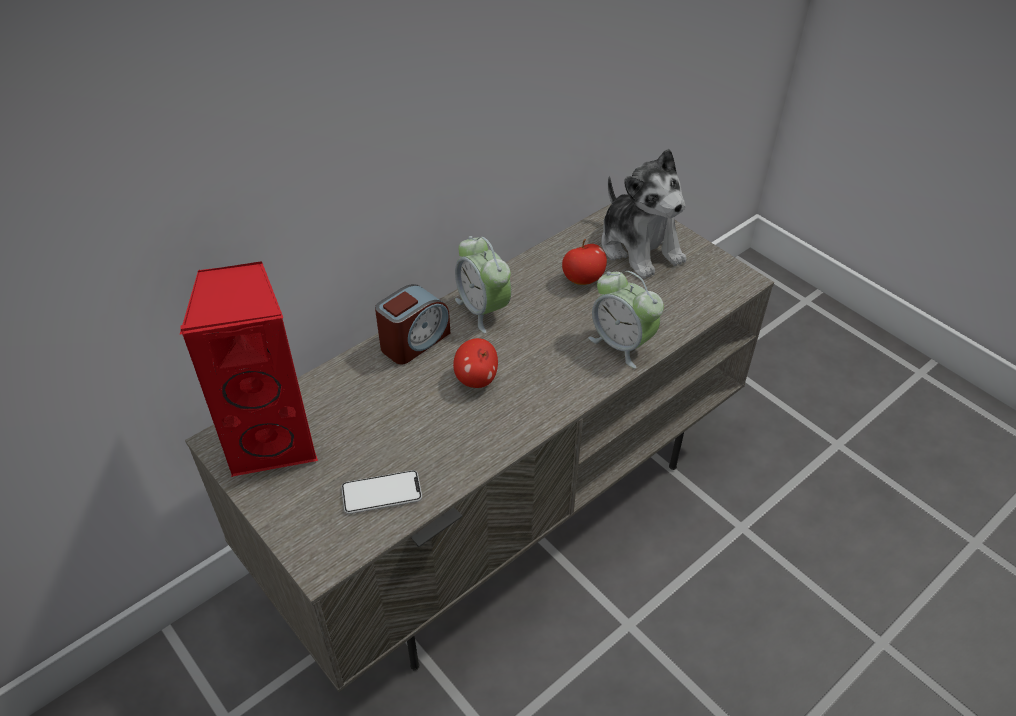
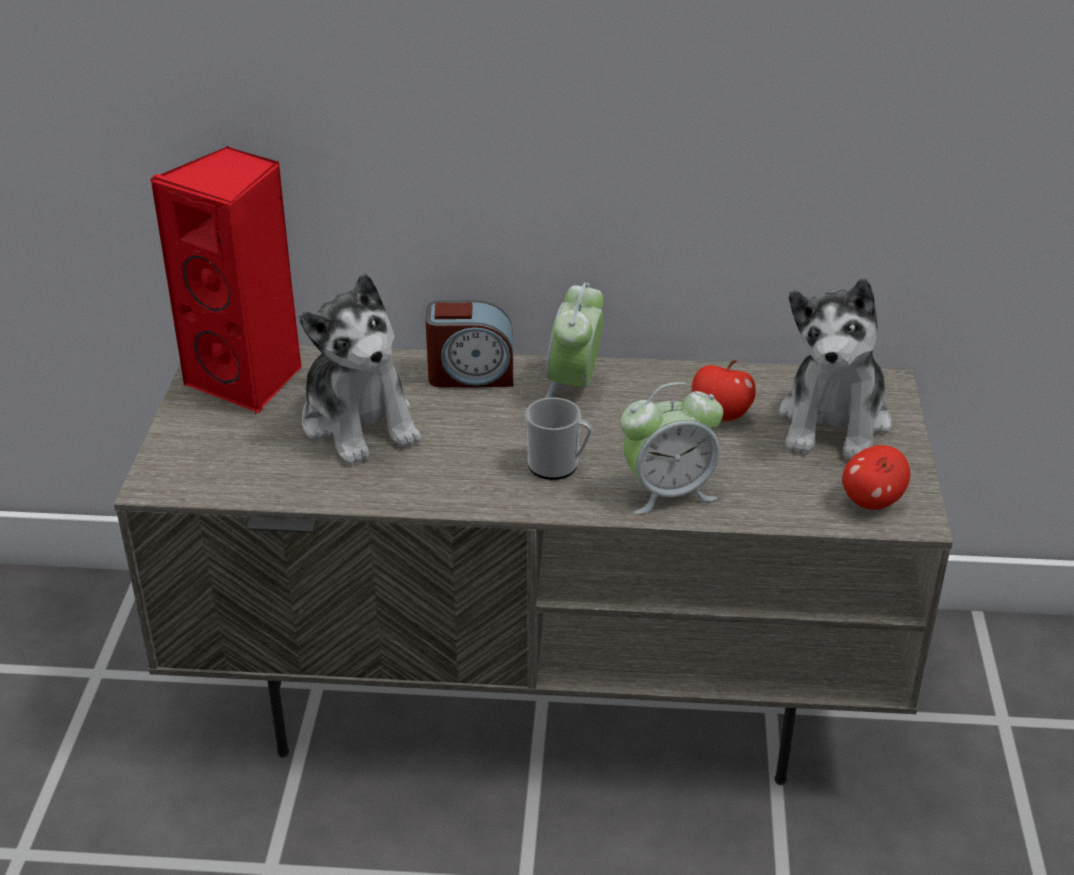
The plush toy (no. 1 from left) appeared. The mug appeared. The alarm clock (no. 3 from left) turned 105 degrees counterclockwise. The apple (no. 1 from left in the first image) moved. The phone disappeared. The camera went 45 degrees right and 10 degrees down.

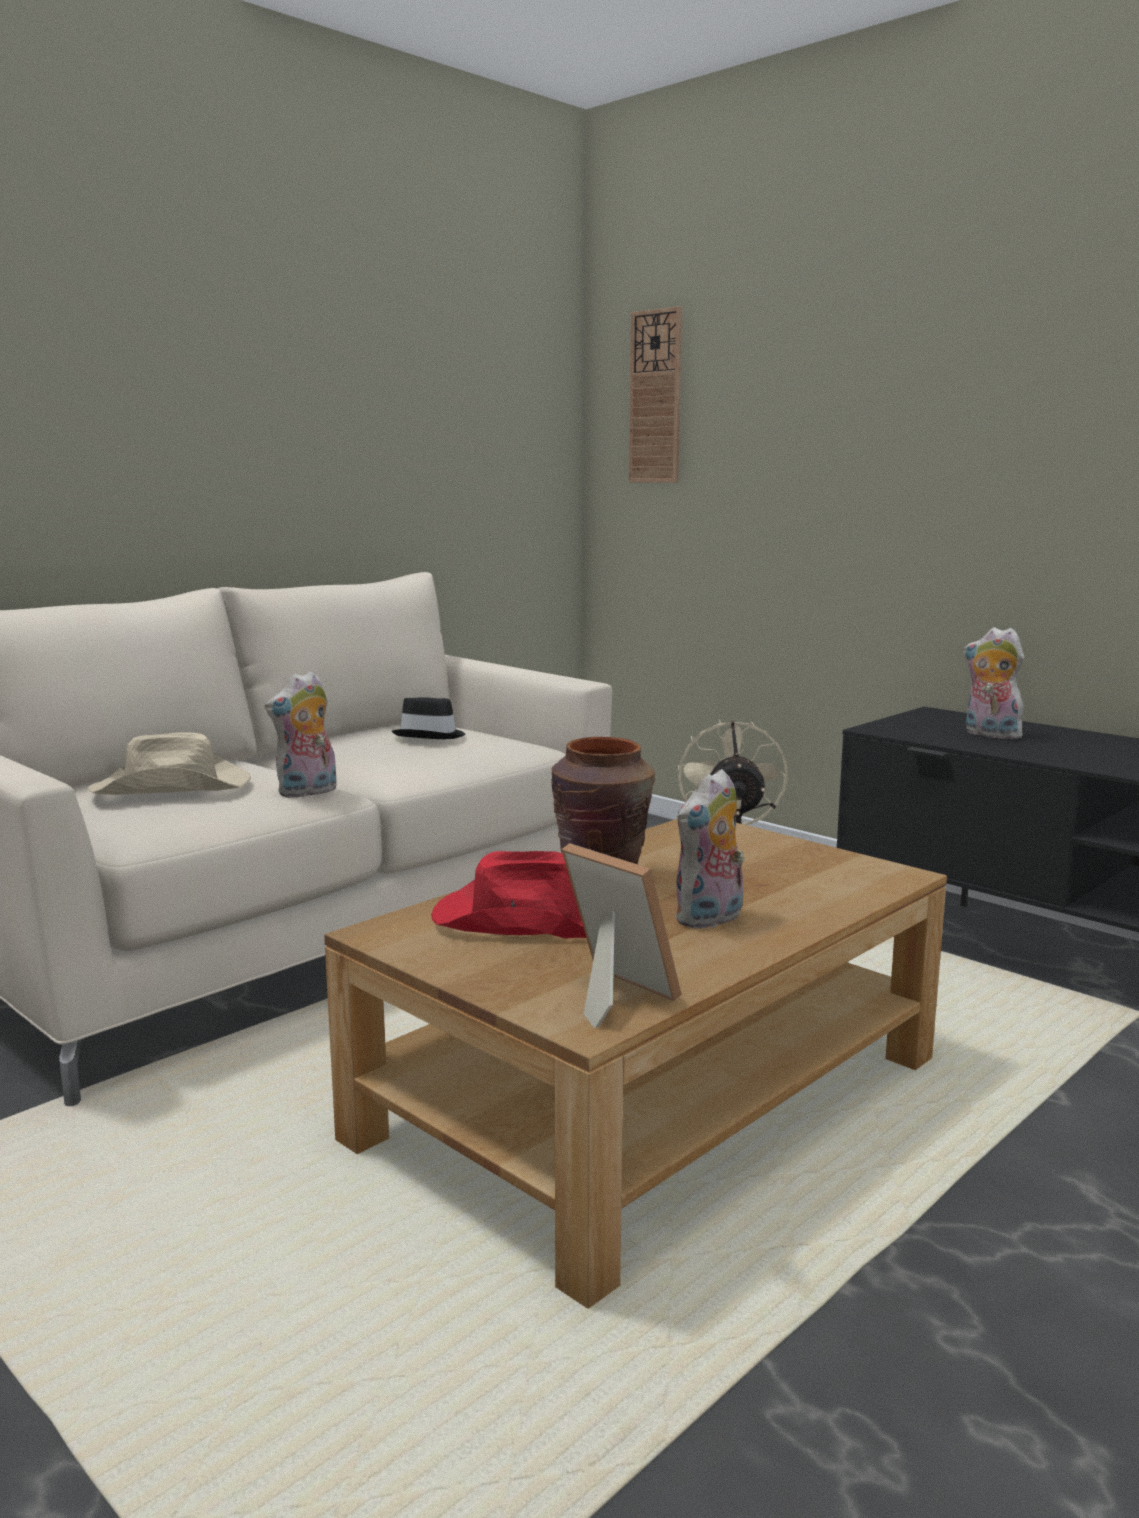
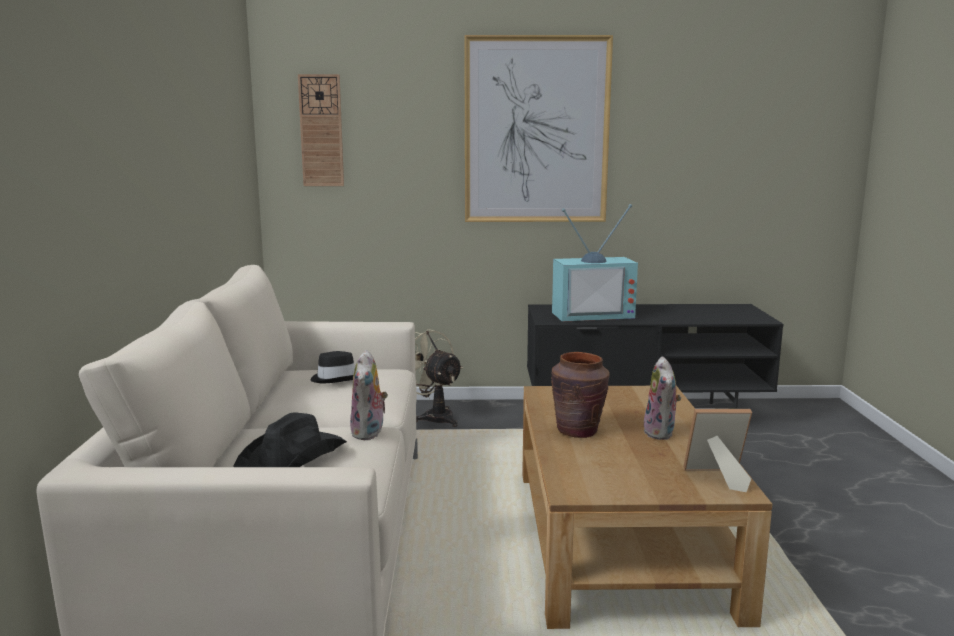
The hat (beige) became the hat (black) (no. 1 from left). The picture appeared. The plush toy (no. 3 from left) was replaced by the television. The hat (red) disappeared. The camera went 45 degrees left and 0 degrees up.

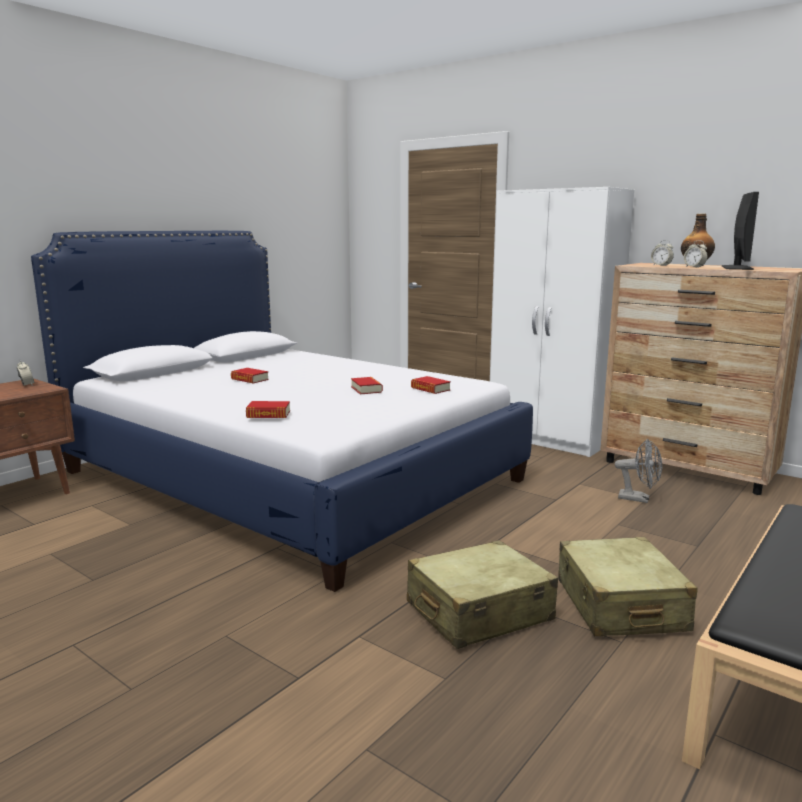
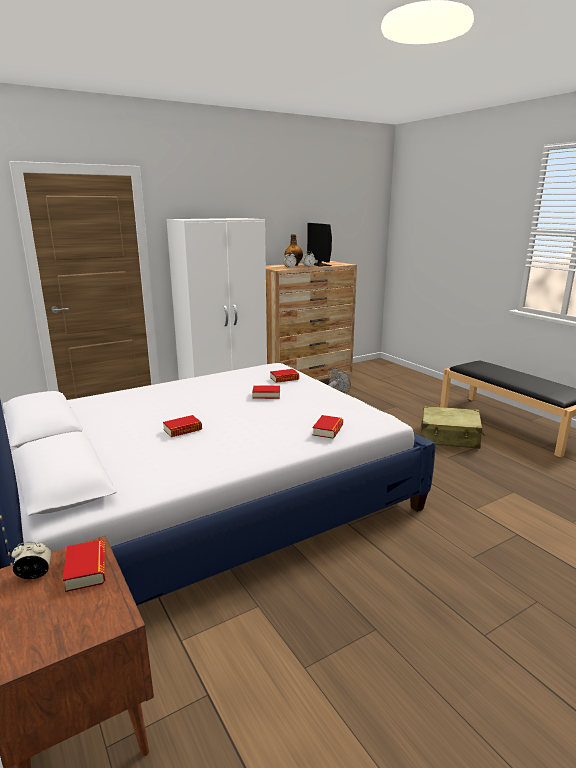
The book (no. 1 from left) appeared. The monitor turned 150 degrees counterclockwise. The suitcase (beige) (no. 1 from left) disappeared. The camera went 70 degrees left and 5 degrees up.

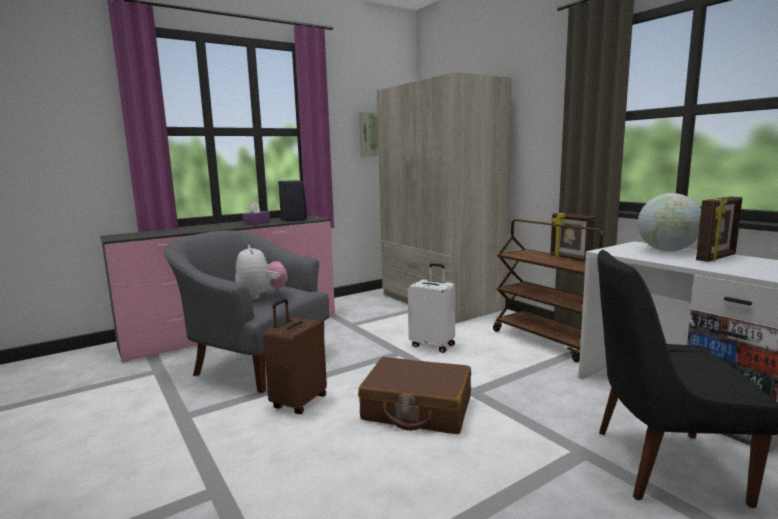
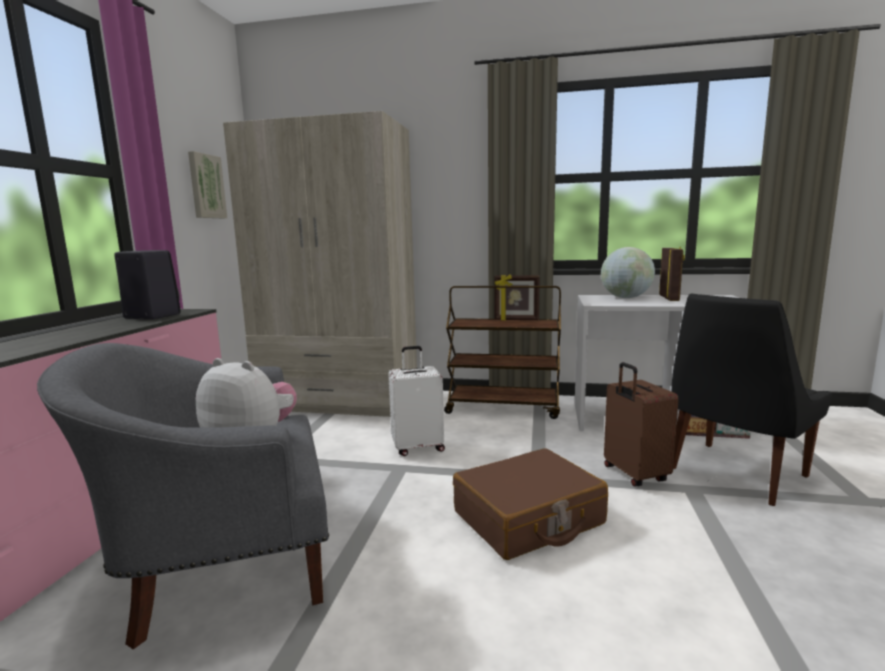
The suitcase (brown) (no. 1 from left in the first image) moved. The tissue box (purple) disappeared. The camera went 45 degrees left and 0 degrees up.

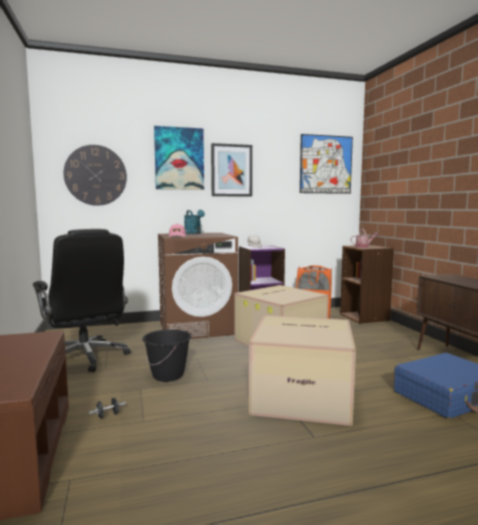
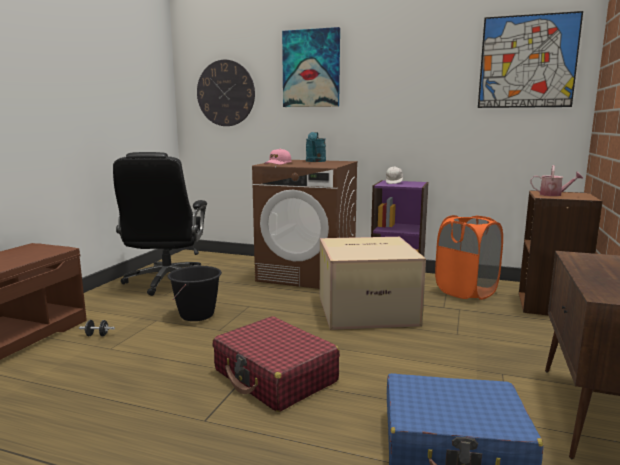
The cardboard box (no. 2 from left) was replaced by the suitcase (red). The picture (no. 2 from left) disappeared. The camera went 35 degrees right and 5 degrees up.

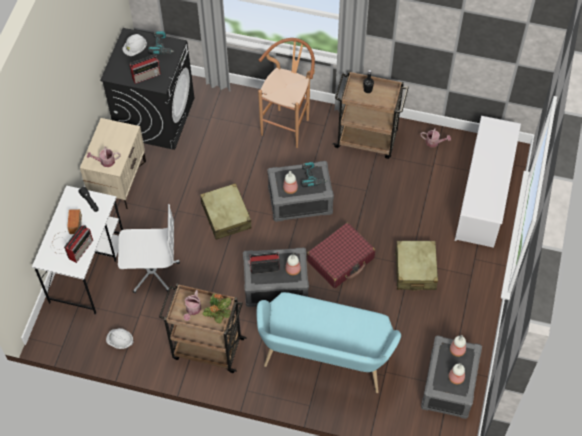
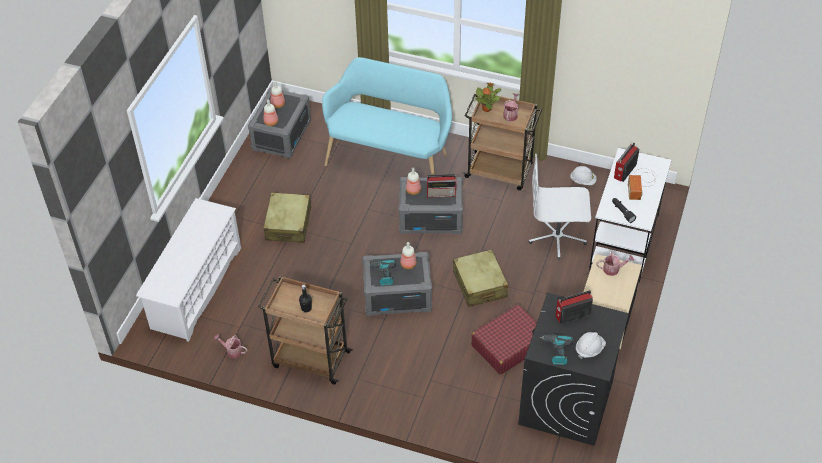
The suitcase (red) moved. The stool (brown) disappeared. The camera went 175 degrees left and 10 degrees down.

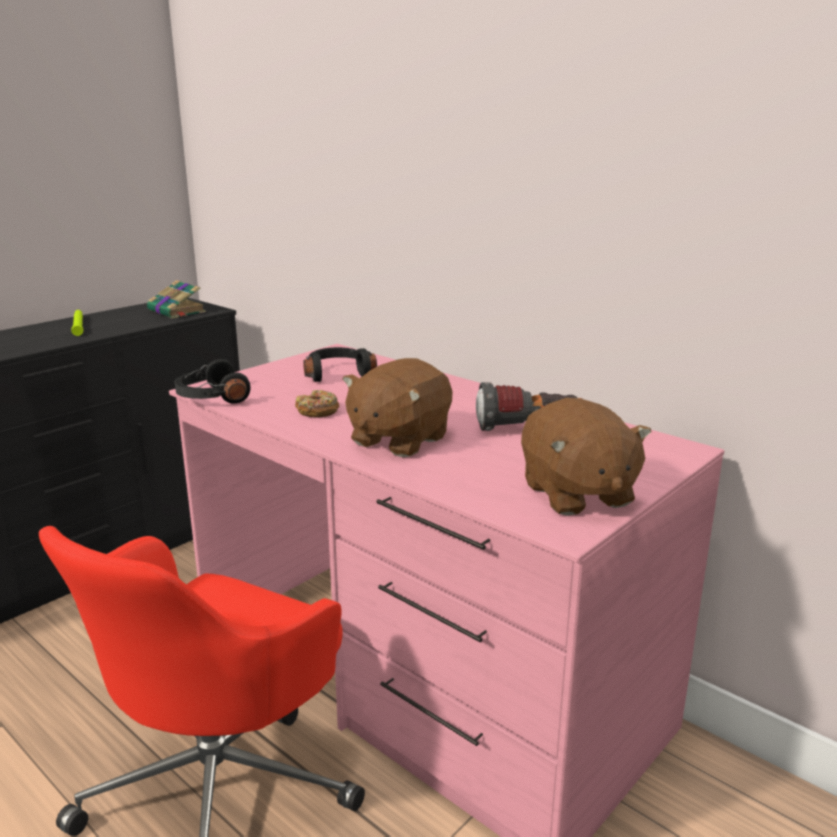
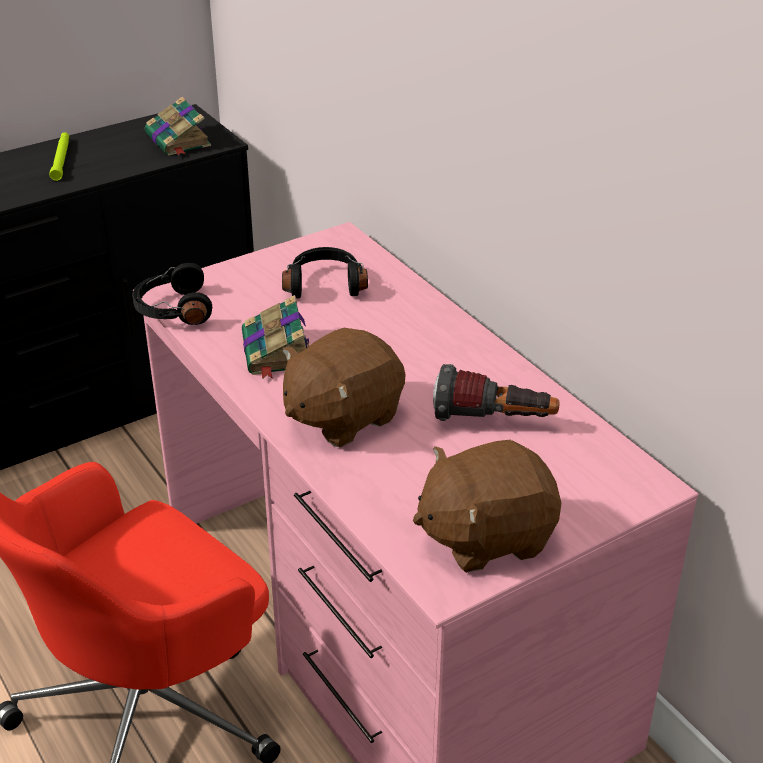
The donut was replaced by the book (no. 2 from left). The plush toy (brown) (no. 2 from left) turned 75 degrees clockwise. The camera went 15 degrees right and 15 degrees up.

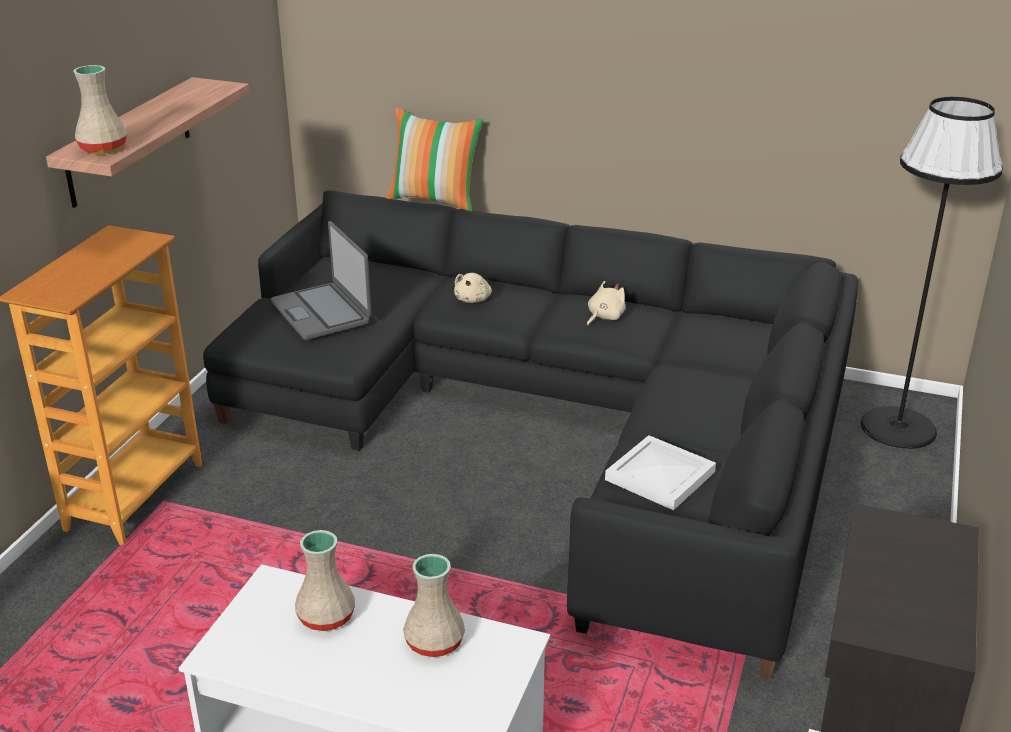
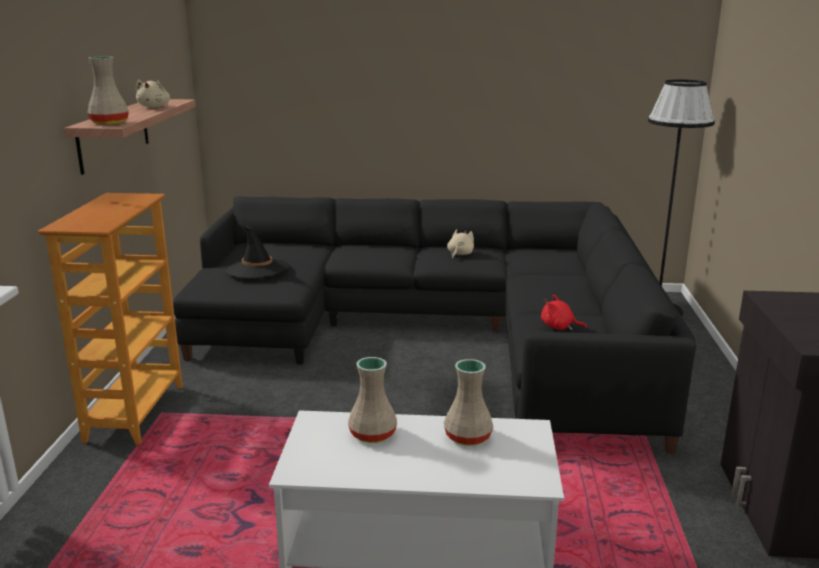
The plush toy (beige) (no. 1 from left) moved. The laptop was replaced by the hat (black). The tray (white) was replaced by the plush toy (red). The pillow disappeared. The camera went 15 degrees left and 10 degrees down.

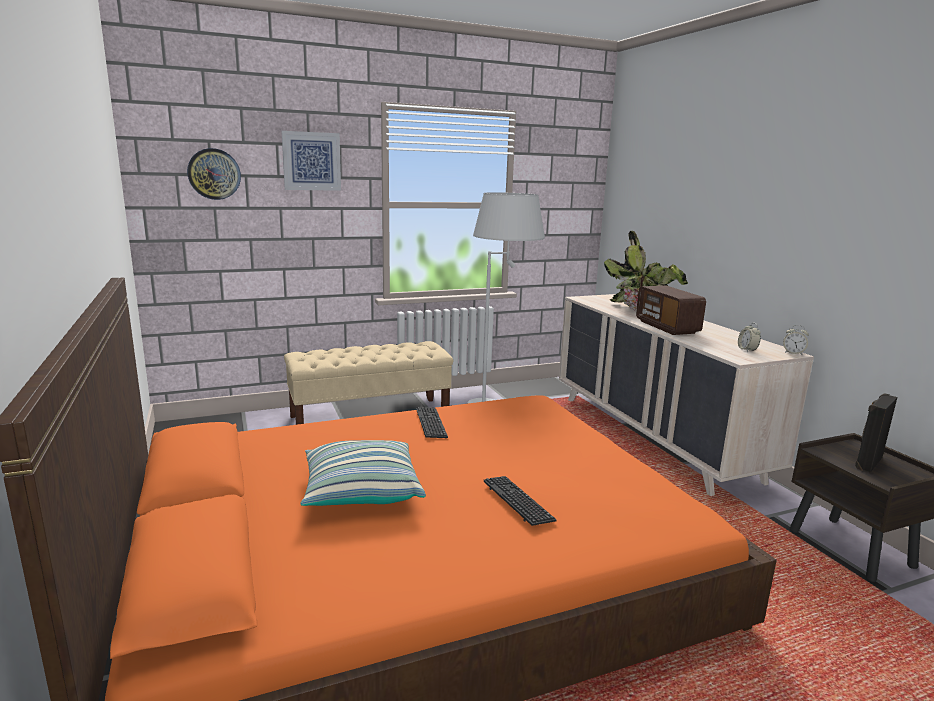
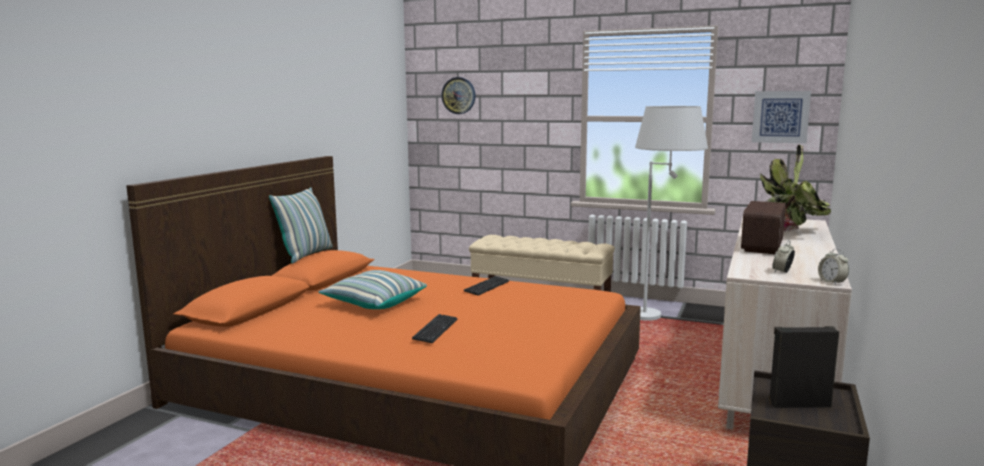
The pillow (no. 1 from left) appeared. The picture moved. The camera went 45 degrees right and 5 degrees down.

